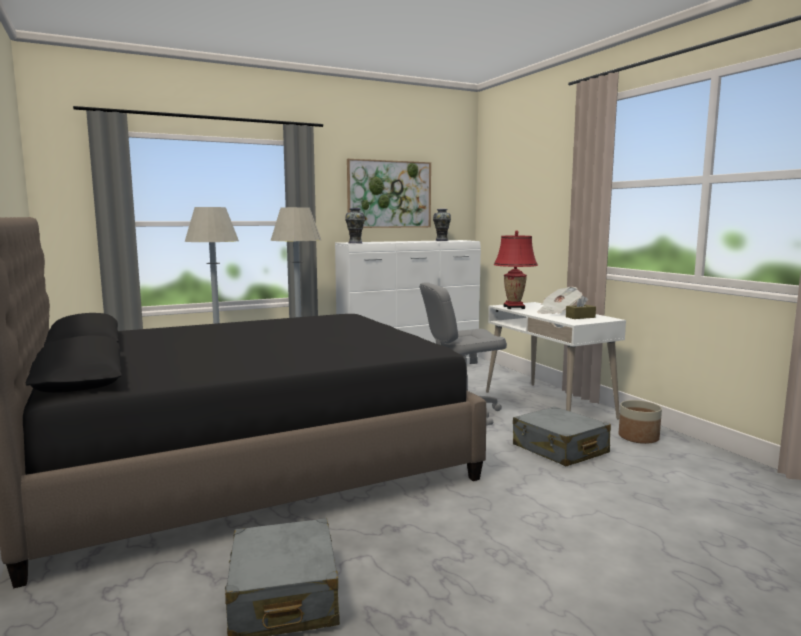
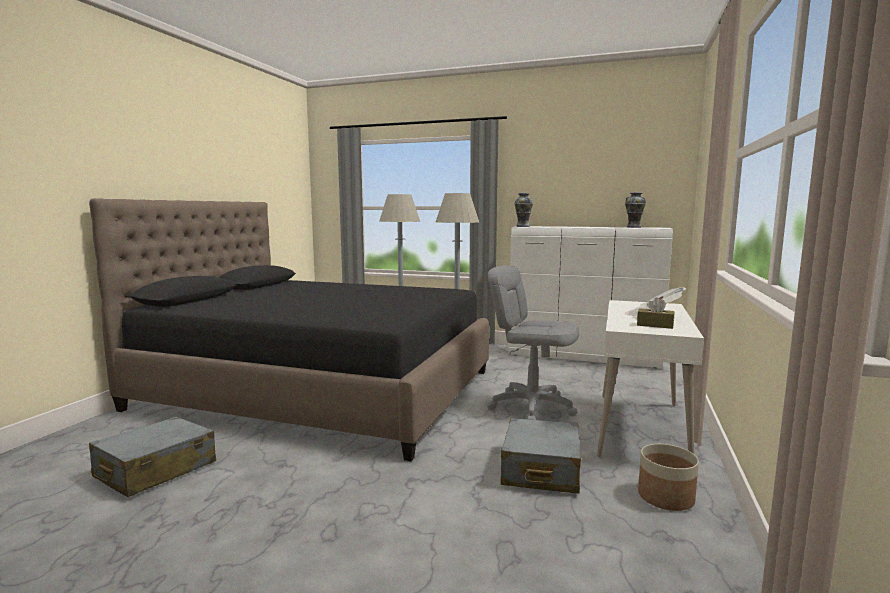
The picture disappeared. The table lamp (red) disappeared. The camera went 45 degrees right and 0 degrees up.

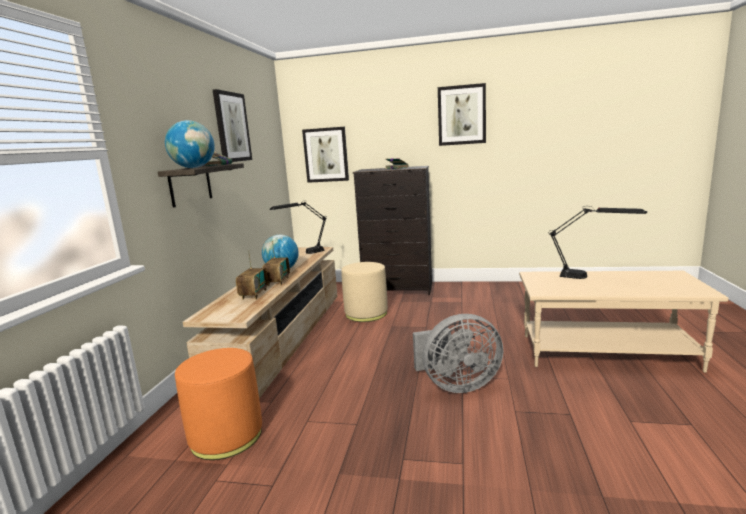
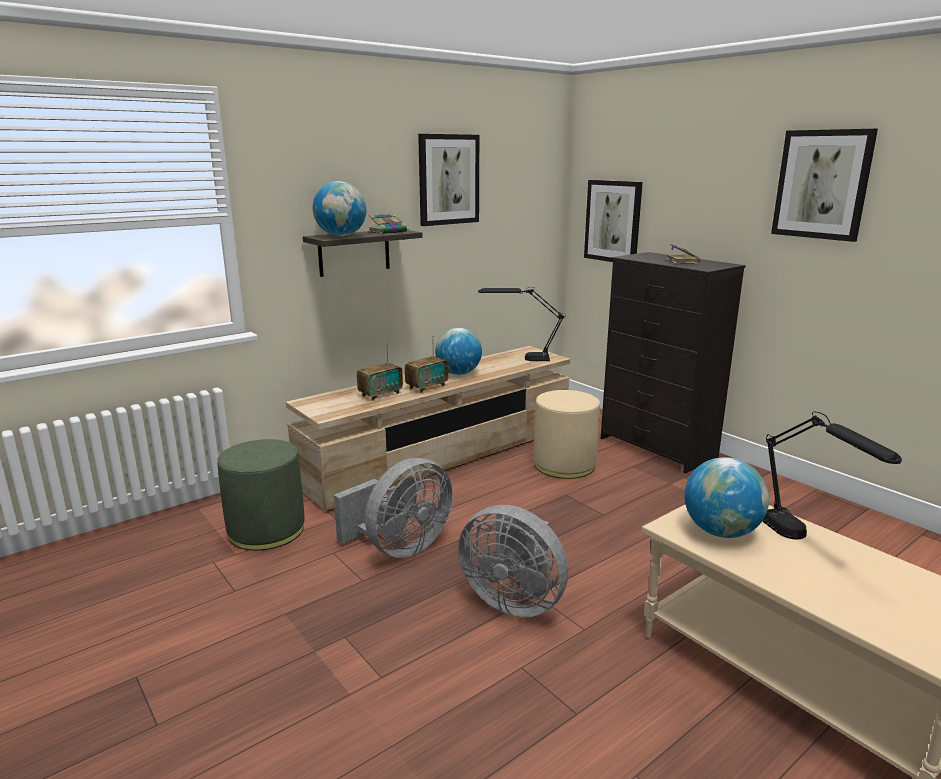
The ottoman (orange) became the ottoman (green). The fan (grey) (no. 1 from left) appeared. The globe (no. 3 from left) appeared. The camera went 40 degrees right and 5 degrees up.

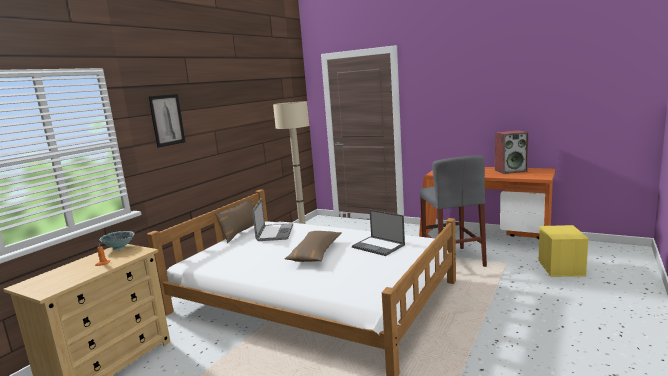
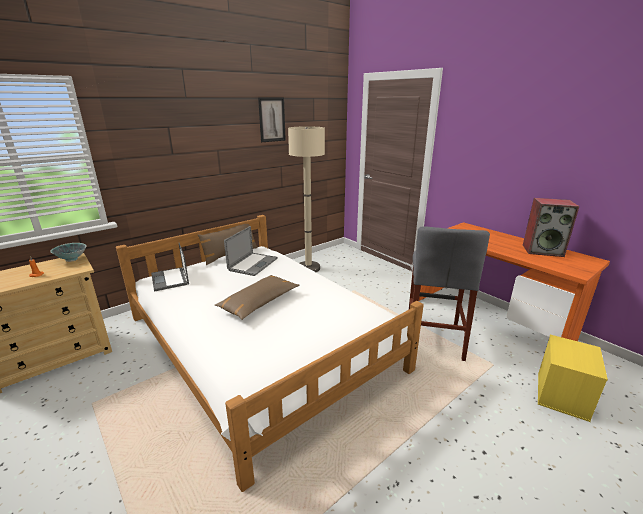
The laptop (no. 2 from left in the first image) moved. The picture moved. The camera went 20 degrees right and 10 degrees up.

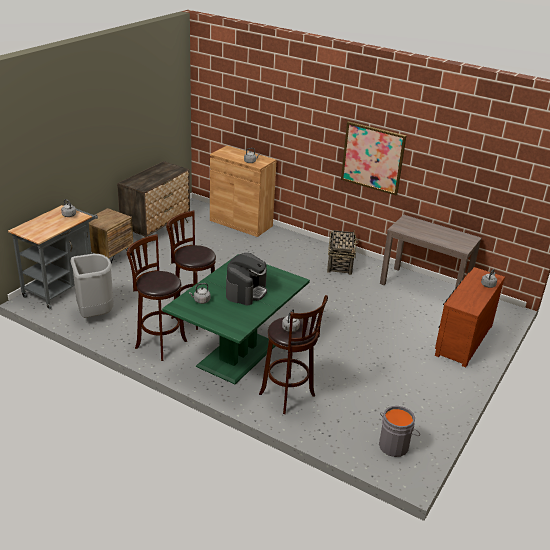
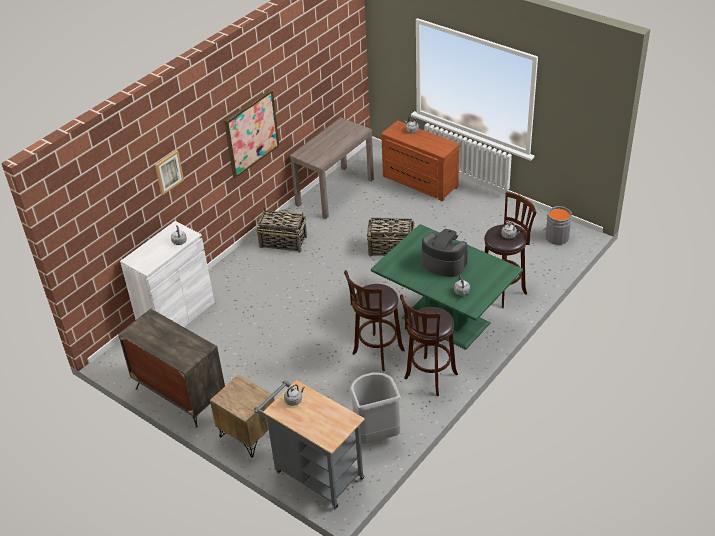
The cabinet (brown) became the cabinet (white). The picture (no. 1 from left) appeared. The basket (no. 2 from left) appeared. The camera went 80 degrees left and 10 degrees up.

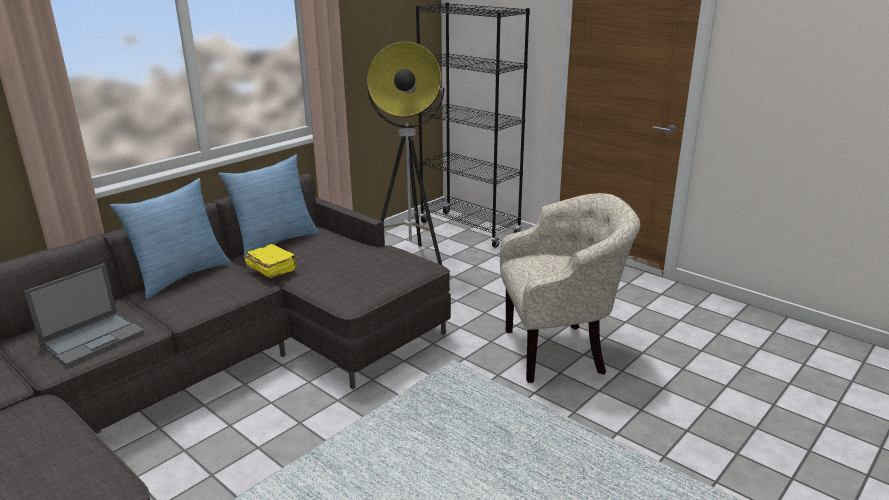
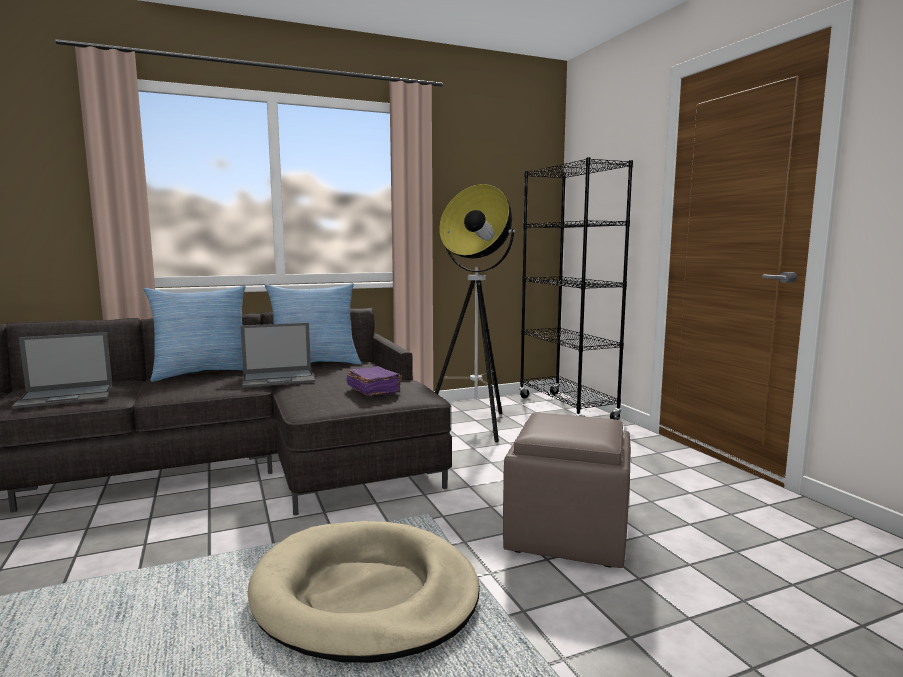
The book (yellow) was replaced by the laptop (no. 2 from left). The dog bed (beige) appeared. The book (purple) appeared. The armchair (beige) was replaced by the ottoman (brown). The camera went 25 degrees right and 15 degrees down.

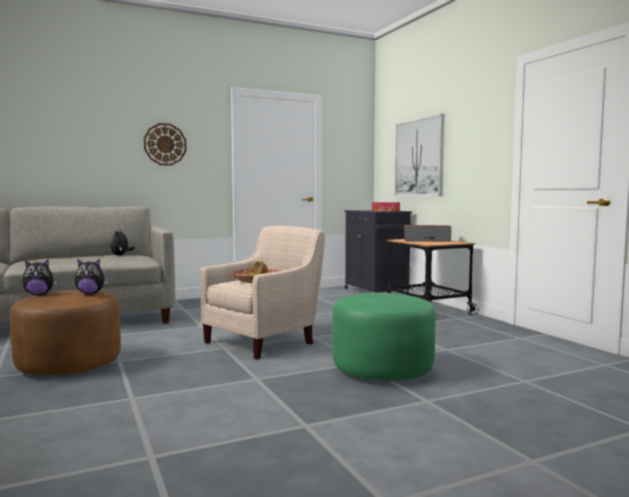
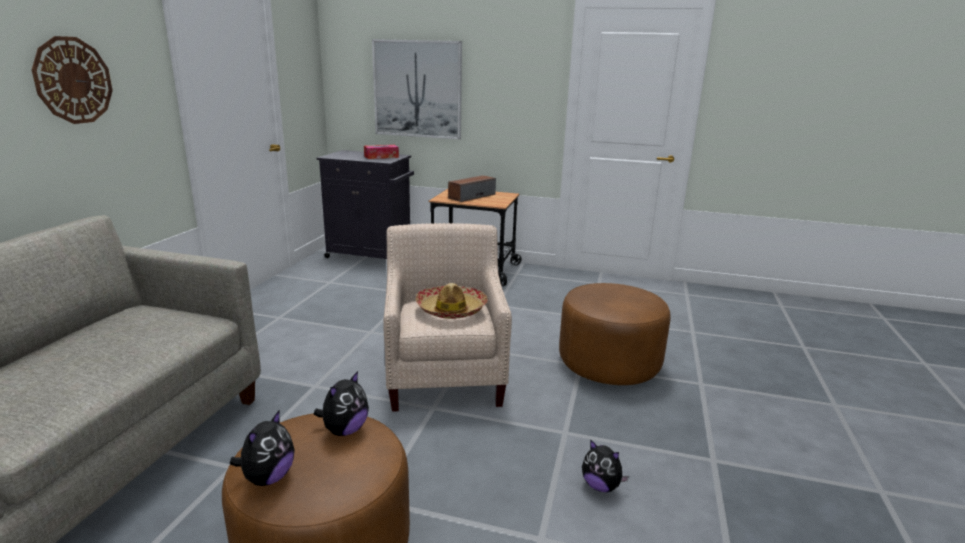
The ottoman (green) became the ottoman (brown) (no. 2 from left). The plush toy (no. 3 from left) moved. The camera went 50 degrees left and 15 degrees up.

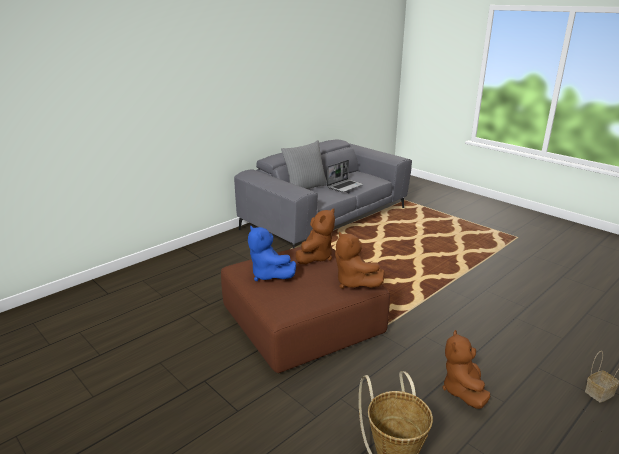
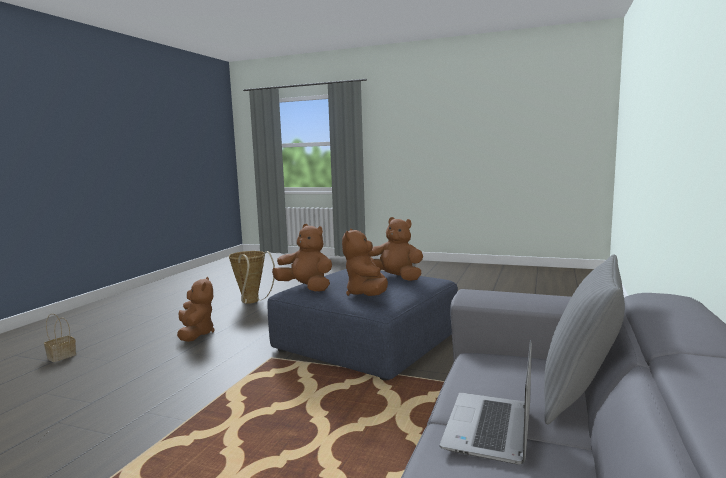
The ottoman (brown) became the ottoman (blue). The plush toy (blue) became the plush toy (brown) (no. 4 from left). The camera went 155 degrees right and 15 degrees down.

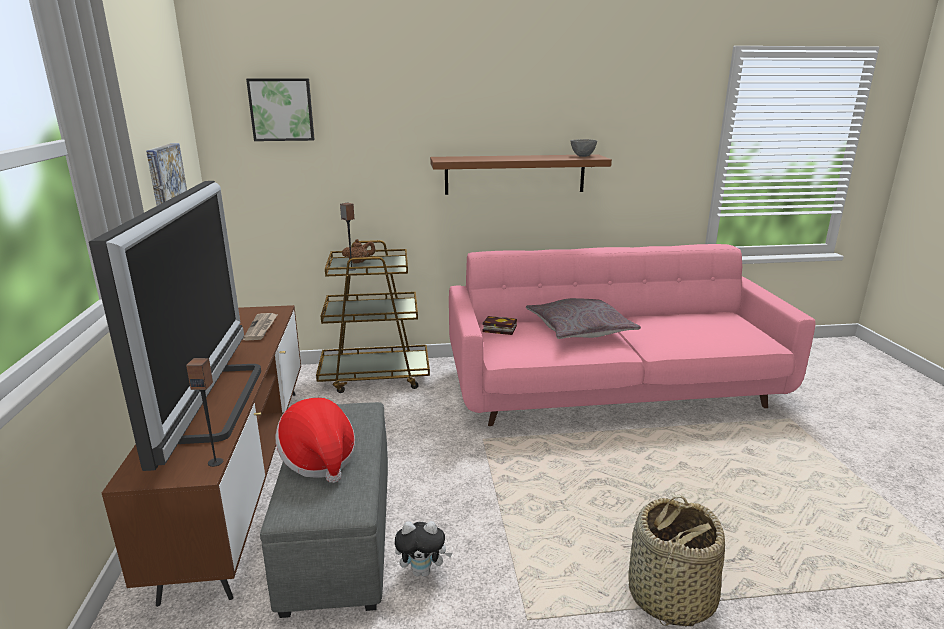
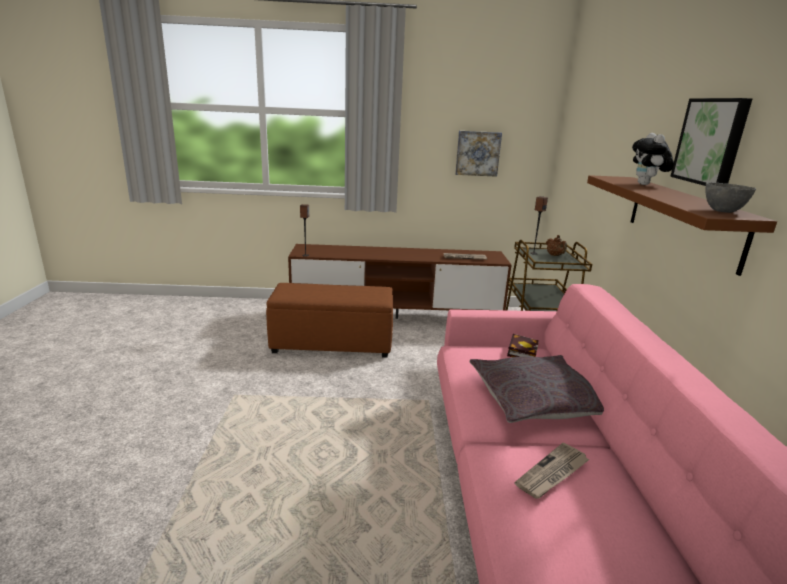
The ottoman (grey) became the ottoman (brown). The newspaper (no. 2 from left) appeared. The plush toy moved. The picture (no. 2 from left) moved. The television disappeared. The hat disappeared. The basket disappeared. The camera went 95 degrees right and 0 degrees up.

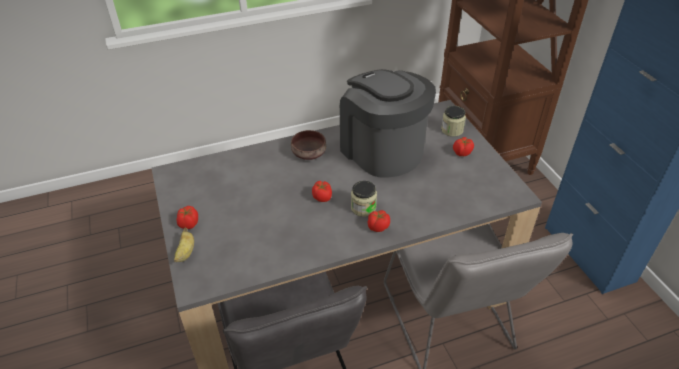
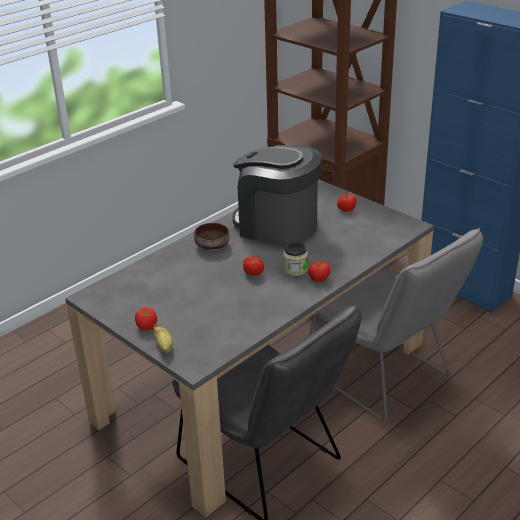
The jar (no. 2 from left) disappeared. The camera went 25 degrees left and 10 degrees down.

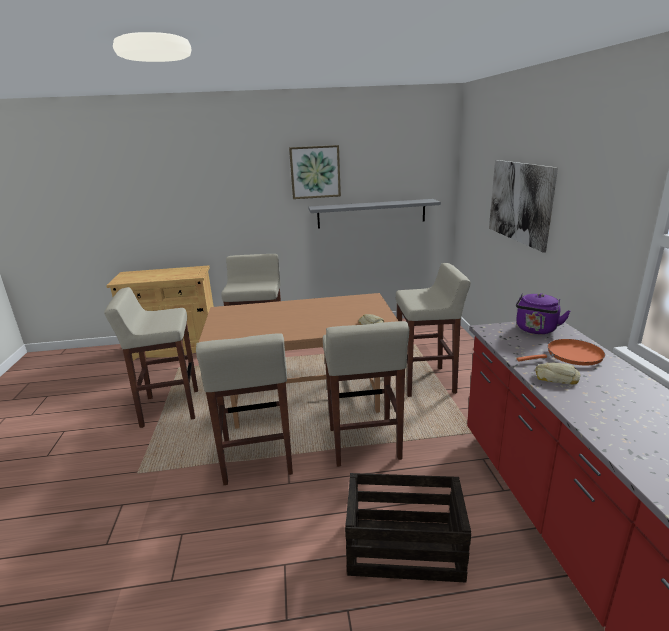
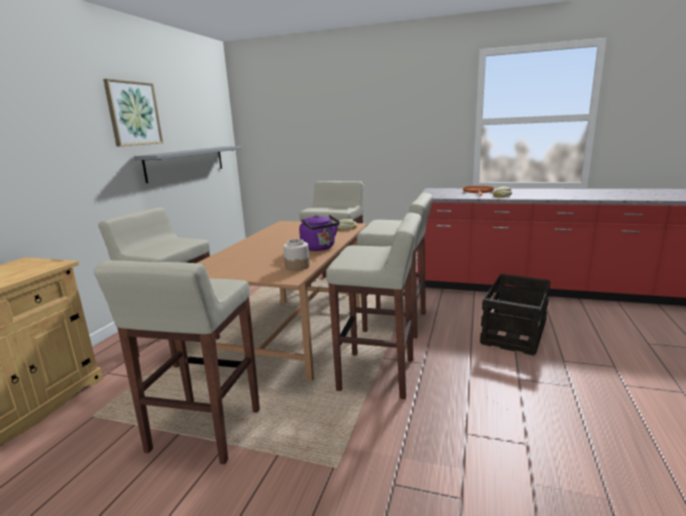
The jar appeared. The kettle (purple) moved. The picture (no. 2 from left) disappeared. The camera went 65 degrees left and 5 degrees down.

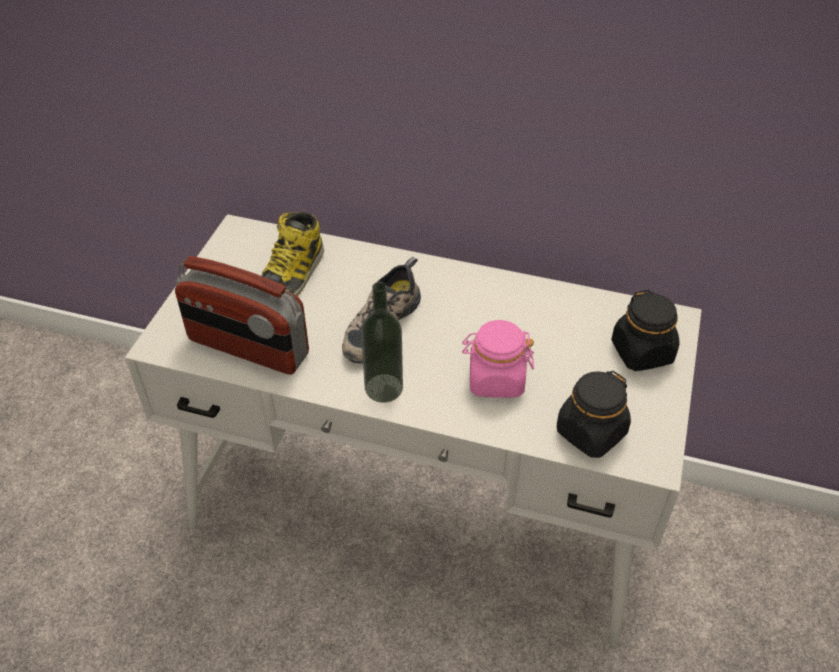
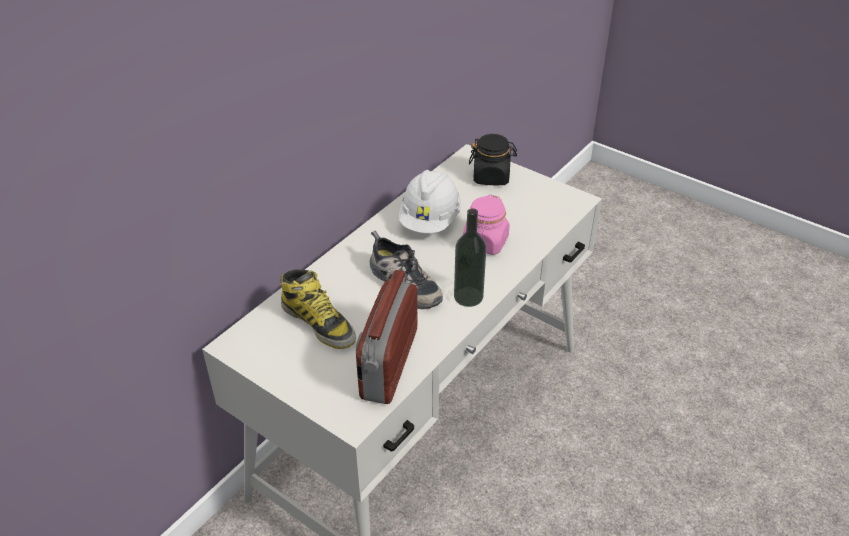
The radio turned 150 degrees clockwise. The hard hat (white) appeared. The jar (black) (no. 1 from left) disappeared. The camera went 70 degrees left and 5 degrees down.

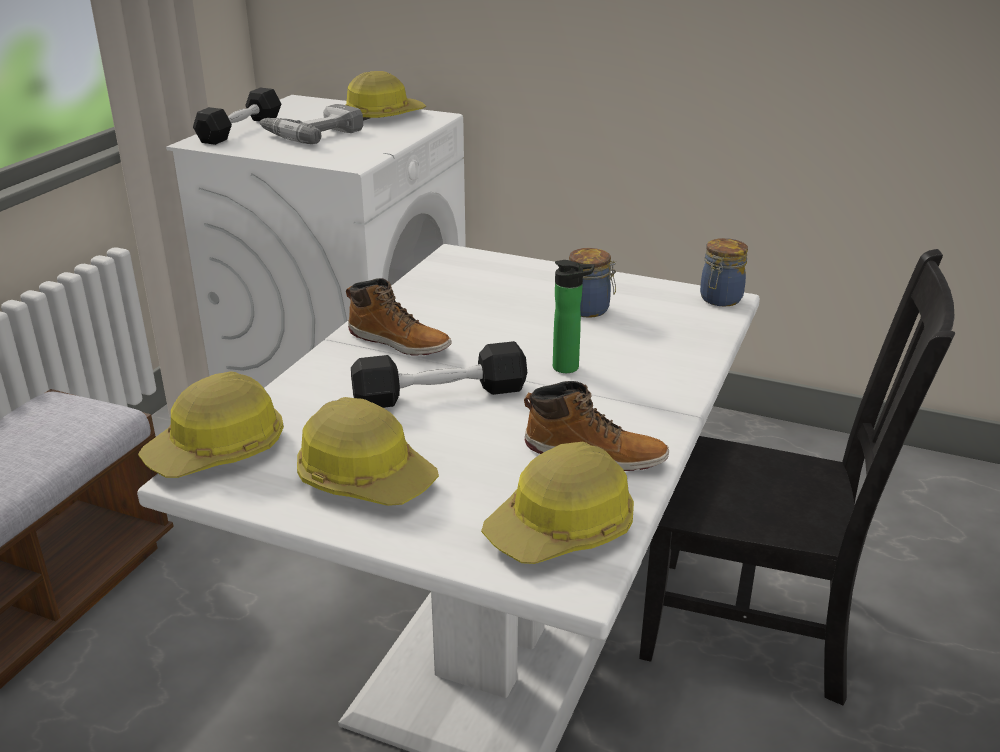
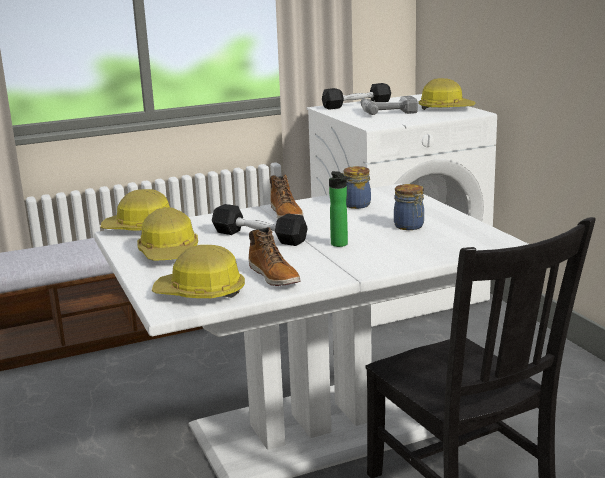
The jar (no. 2 from left in the first image) moved. The camera went 45 degrees right and 10 degrees down.

